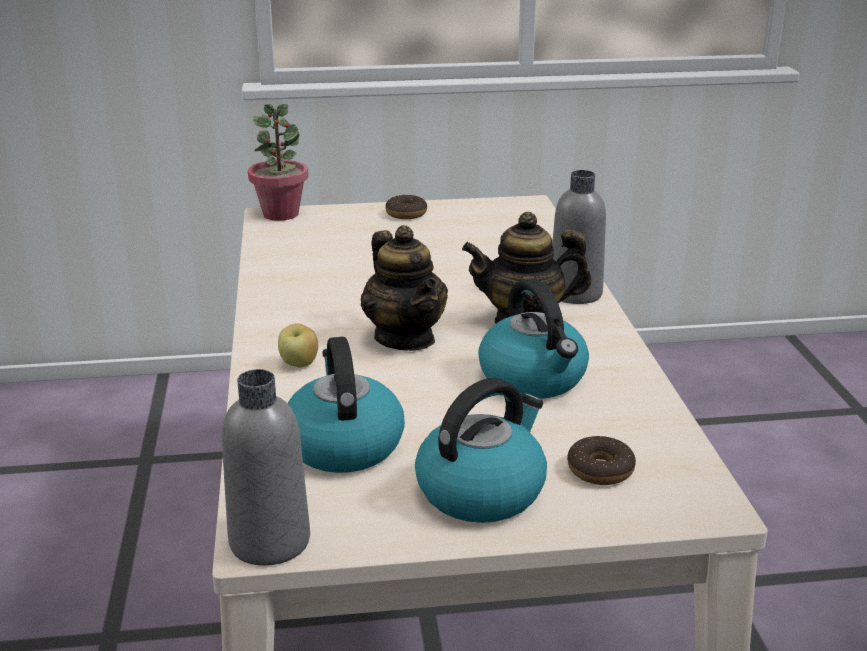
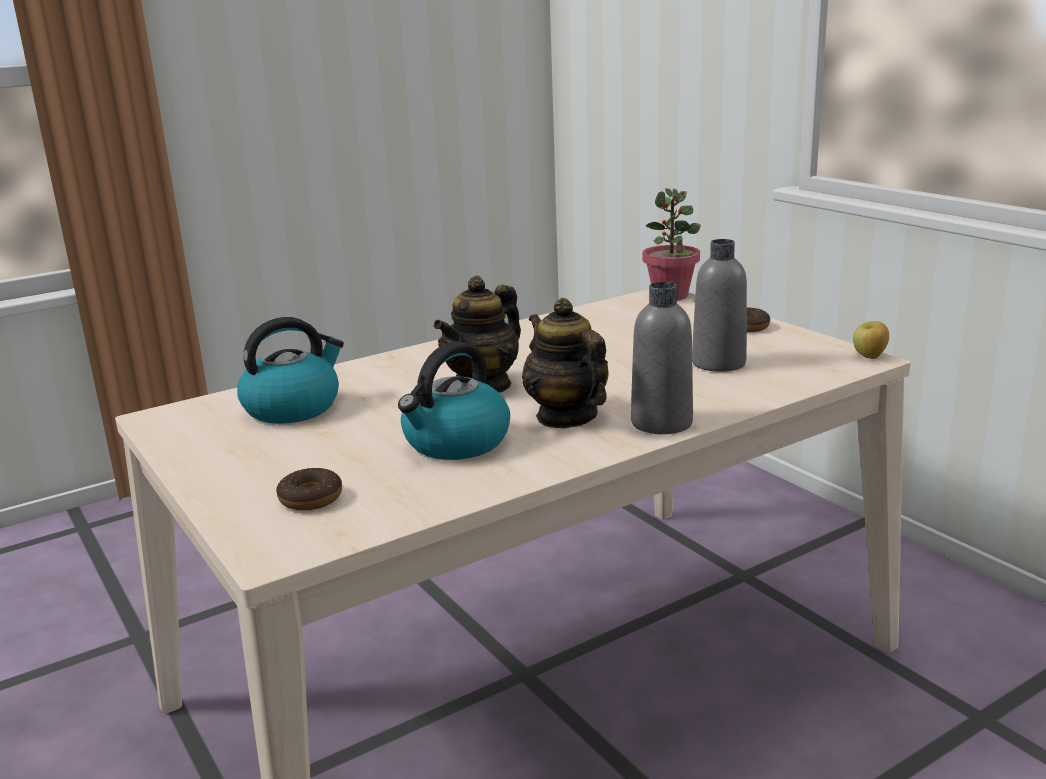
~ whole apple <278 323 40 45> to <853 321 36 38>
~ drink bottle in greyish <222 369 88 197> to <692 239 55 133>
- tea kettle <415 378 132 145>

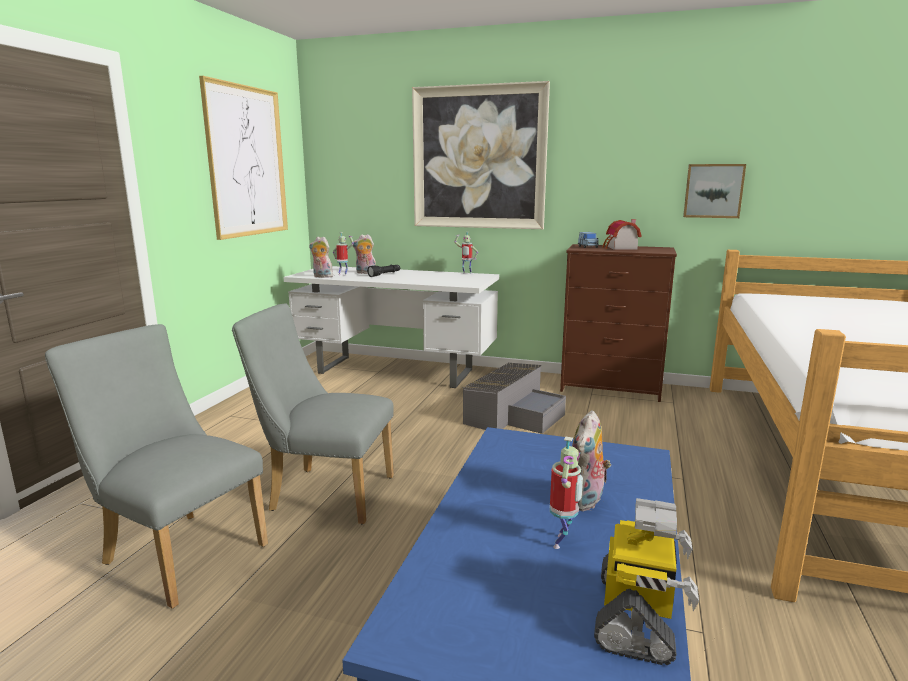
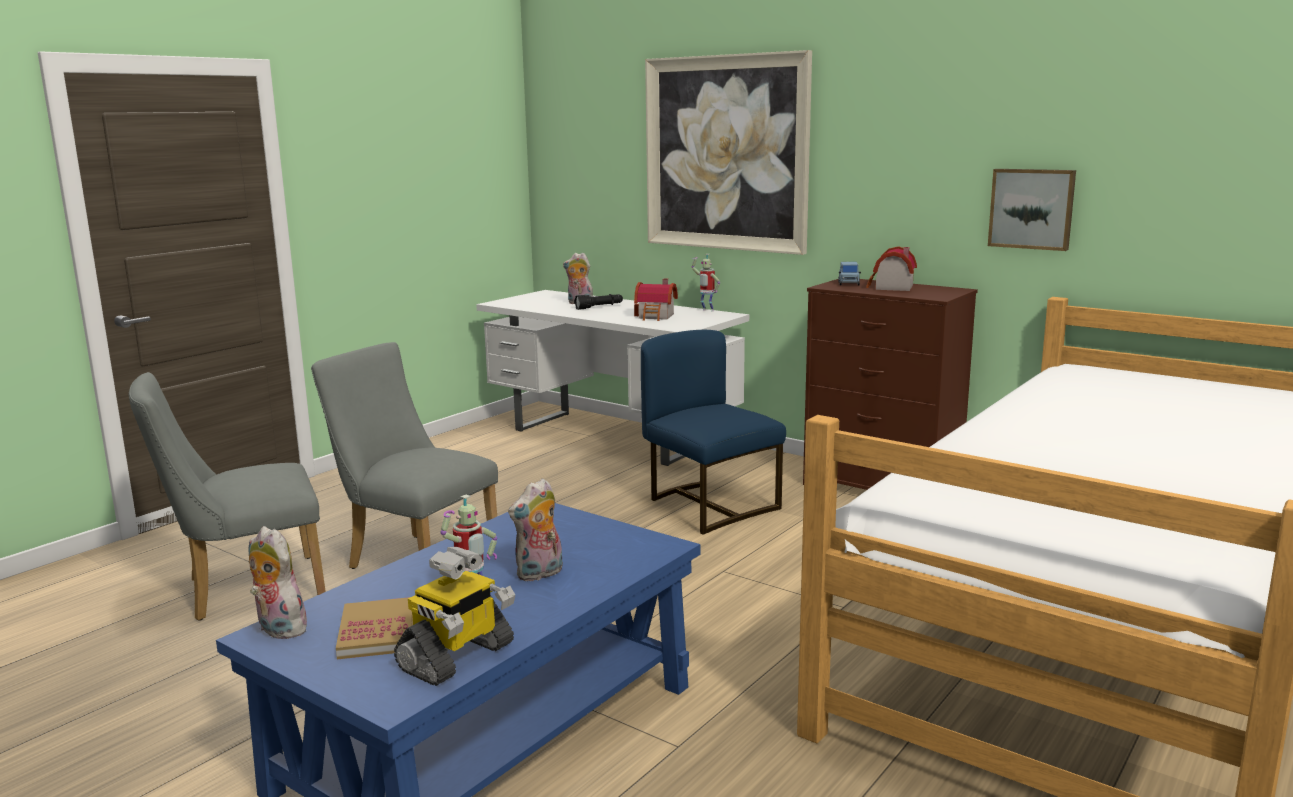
- wall picture <199 76 89 164>
- toy robot <333 233 21 43>
~ plush toy <309 237 24 41> to <249 526 60 113>
~ chair in greyish <45 324 223 285> = <129 372 197 249> 75 degrees counterclockwise
~ storage bin in greyish <462 363 104 71> to chair in blue-coloured <641 330 145 205>
+ miniature house <634 278 44 43>
+ book <336 597 77 62>

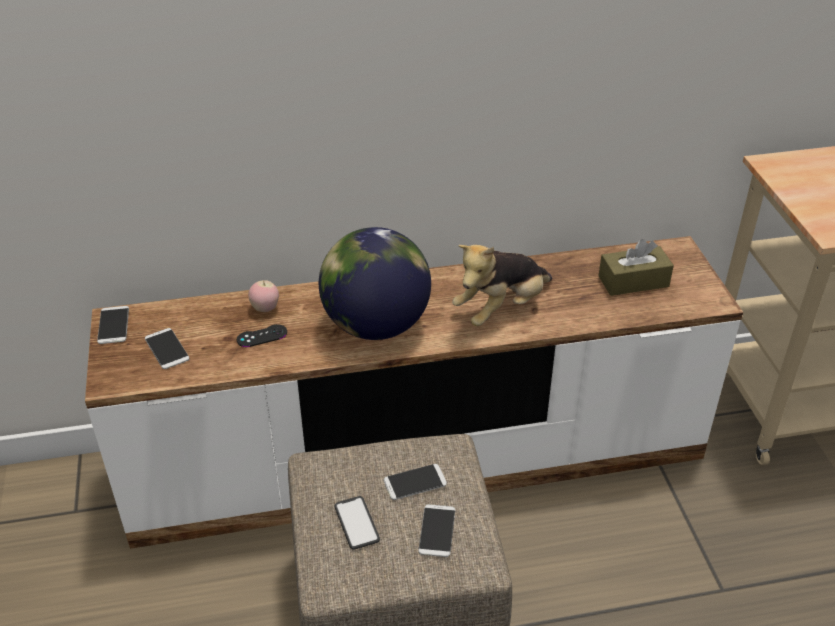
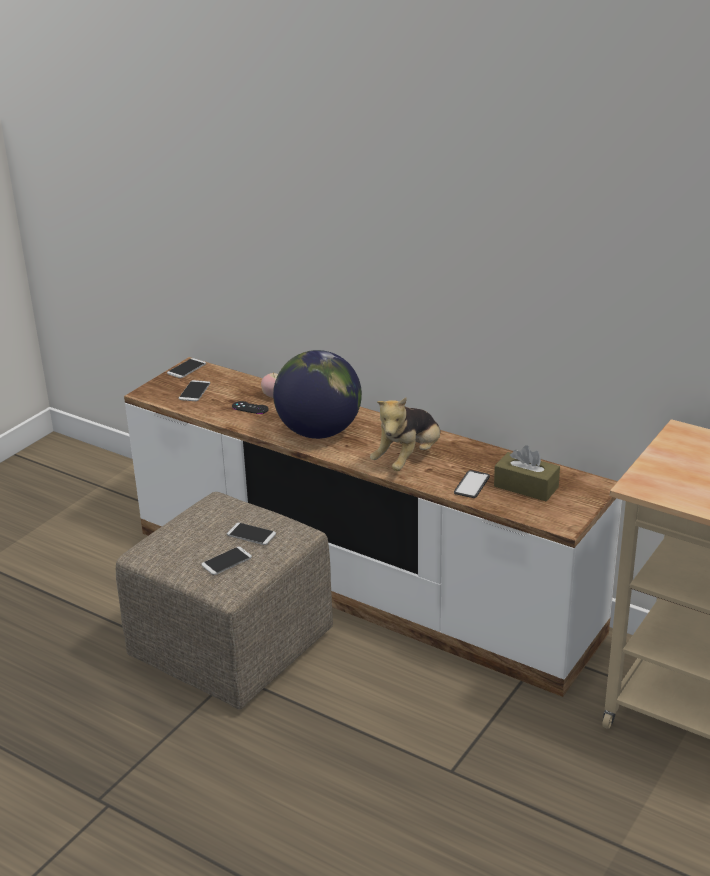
~ plush toy <452 245 100 81> = <370 398 71 73> 60 degrees counterclockwise
~ handset <335 496 45 54> to <454 470 36 28>

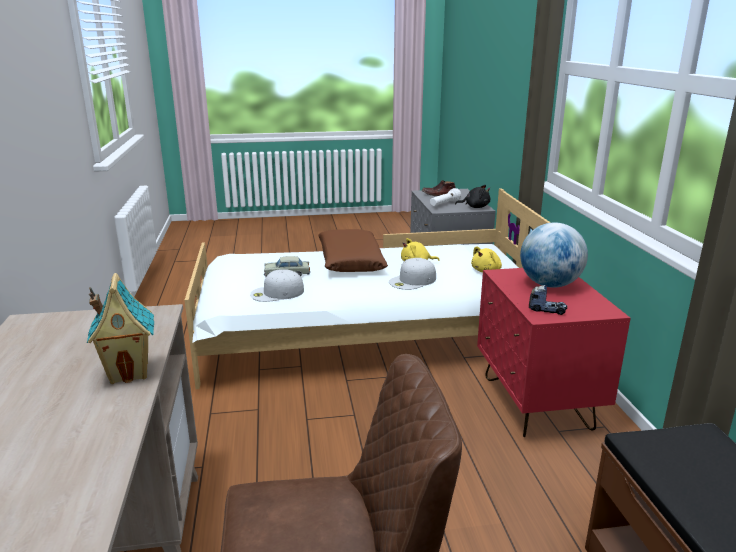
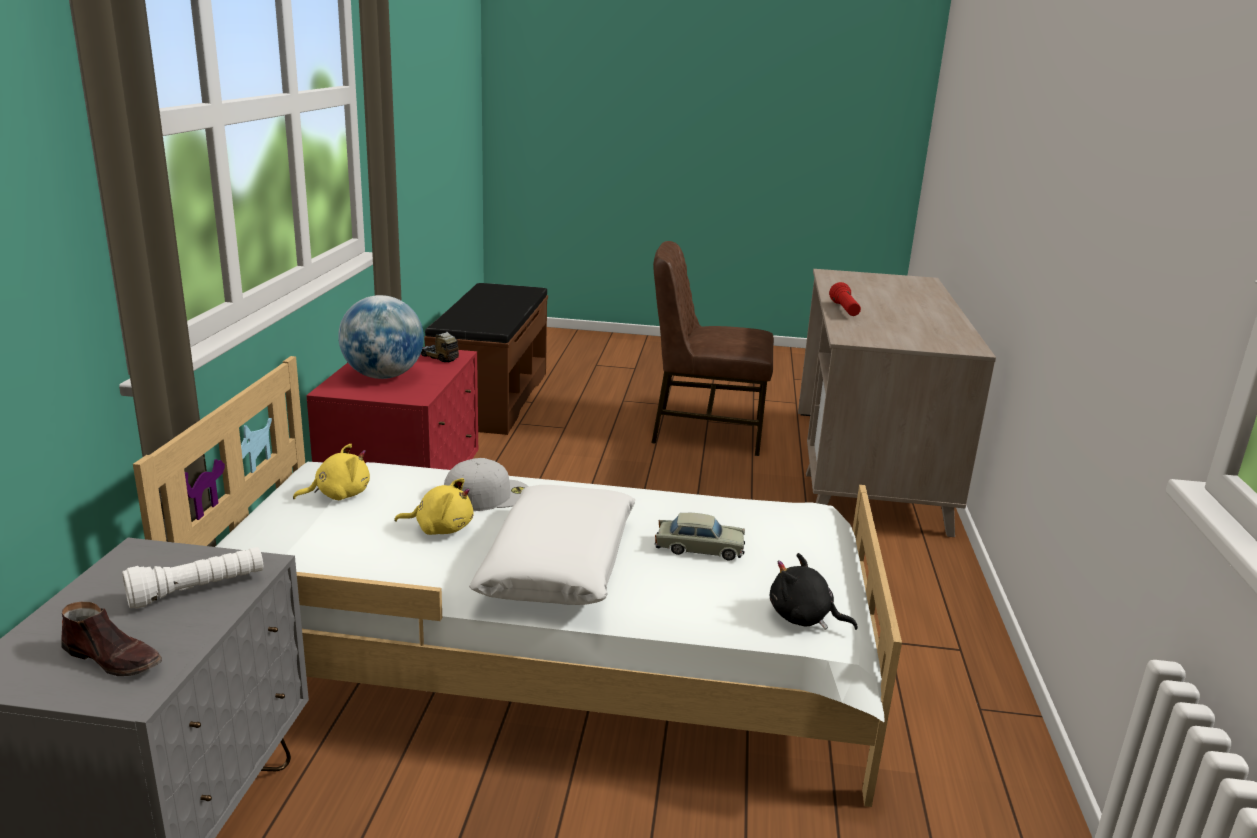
~ plush toy in black <455 185 35 23> to <770 553 88 77>
~ cushion in brown-coloured <318 229 70 43> to cushion in white-coloured <469 485 167 120>
- baseball cap in white-coloured <250 269 54 33>
~ miniature house <87 273 67 111> to flashlight in red-coloured <829 282 32 34>

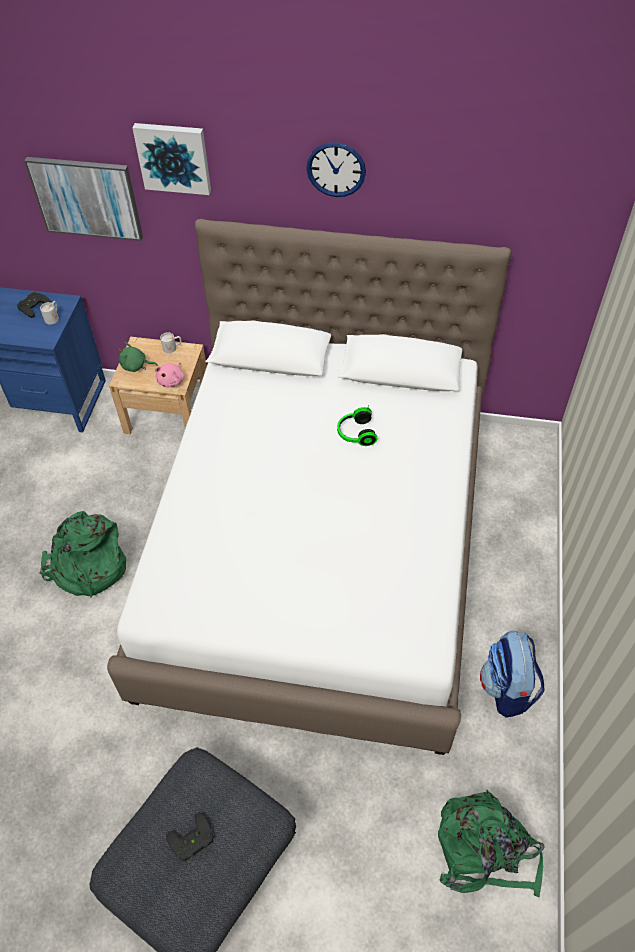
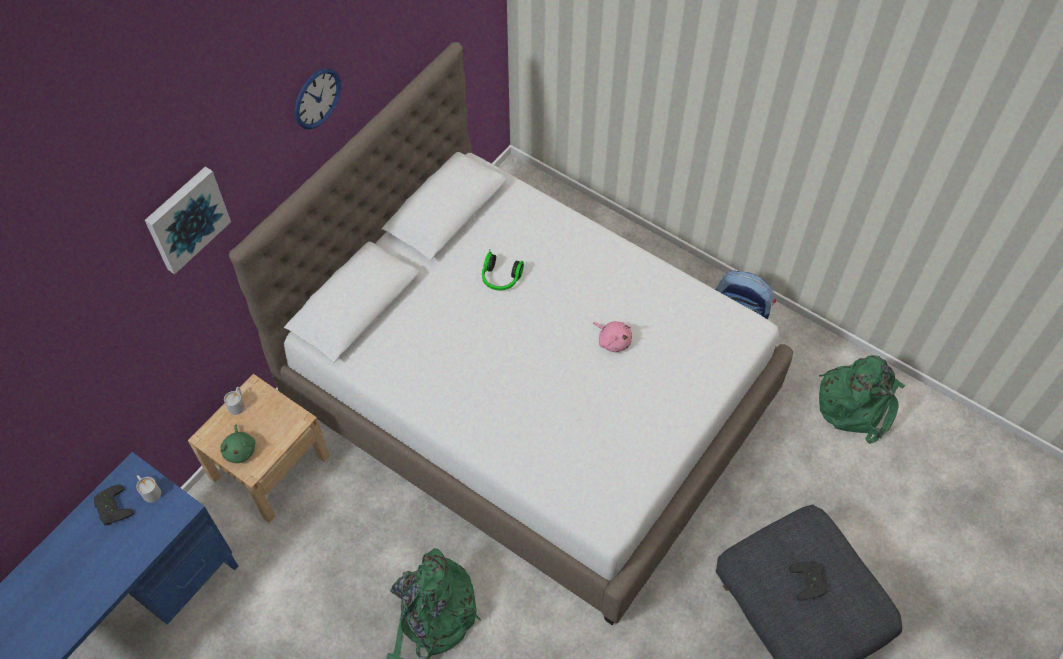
- wall picture <24 157 119 84>
~ plush toy in greenish <118 342 39 30> = <220 424 35 39> 45 degrees counterclockwise
~ plush toy in pink-coloured <155 362 30 26> to <593 321 39 32>

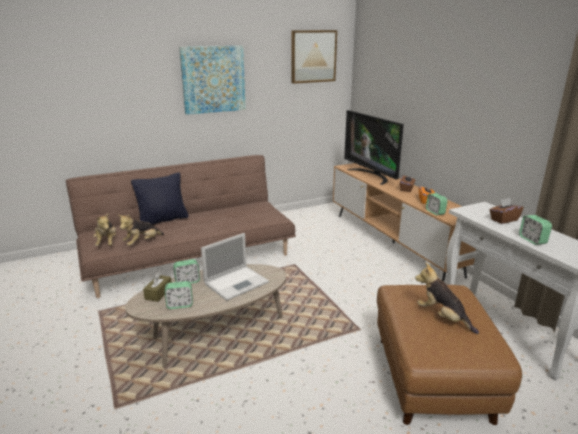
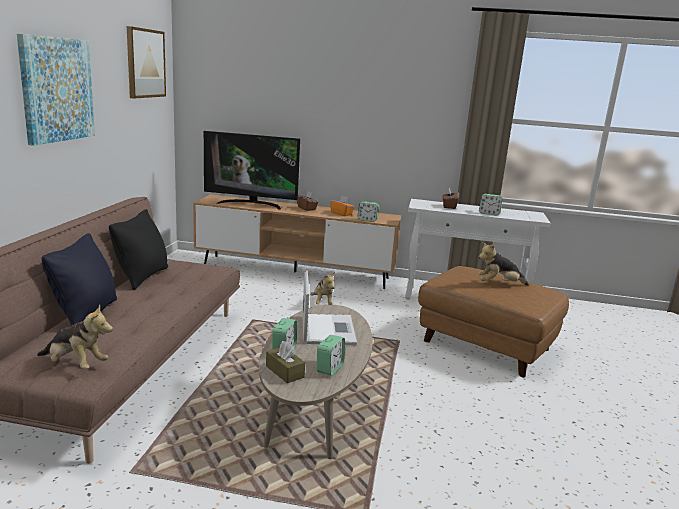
~ plush toy <118 214 46 32> to <310 272 25 33>
+ cushion in black <109 209 59 81>

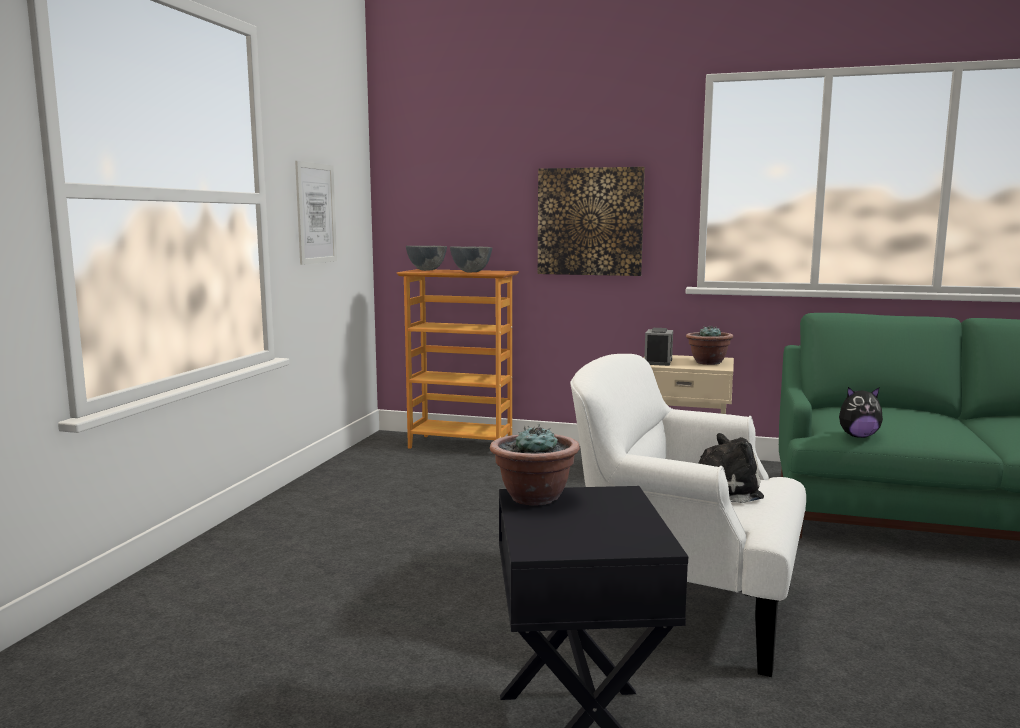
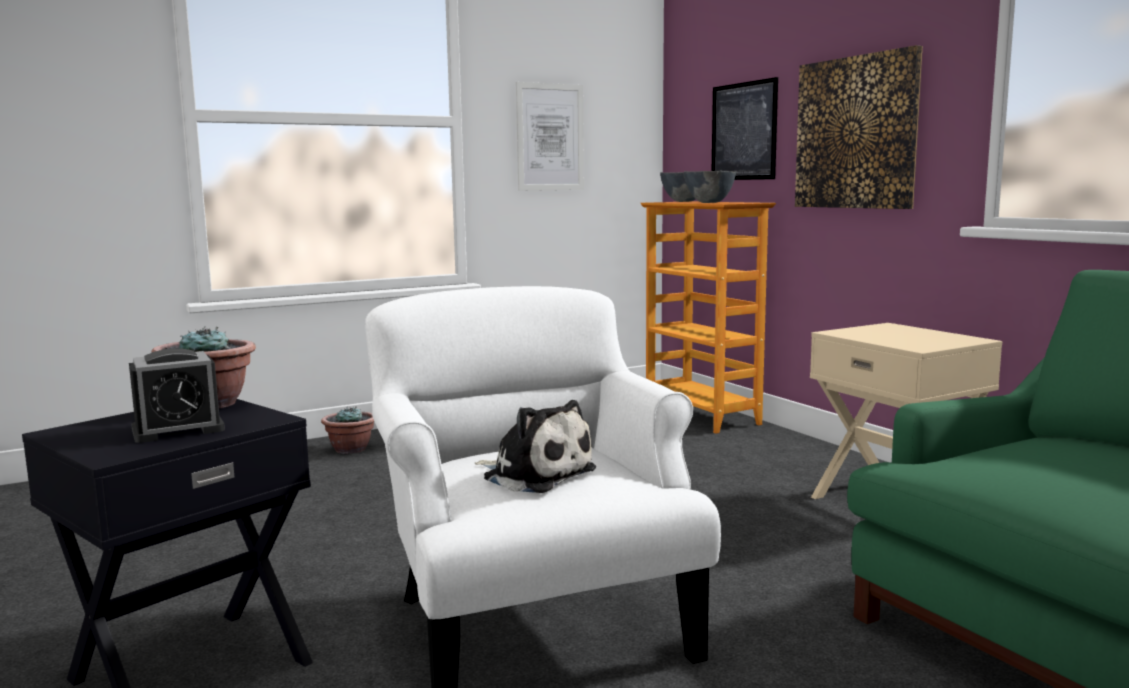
~ houseplant <686 326 47 39> to <321 406 53 48>
~ bedside clock <644 328 29 38> to <129 348 96 95>
- plush toy <839 387 44 51>
+ wall picture <712 77 66 103>

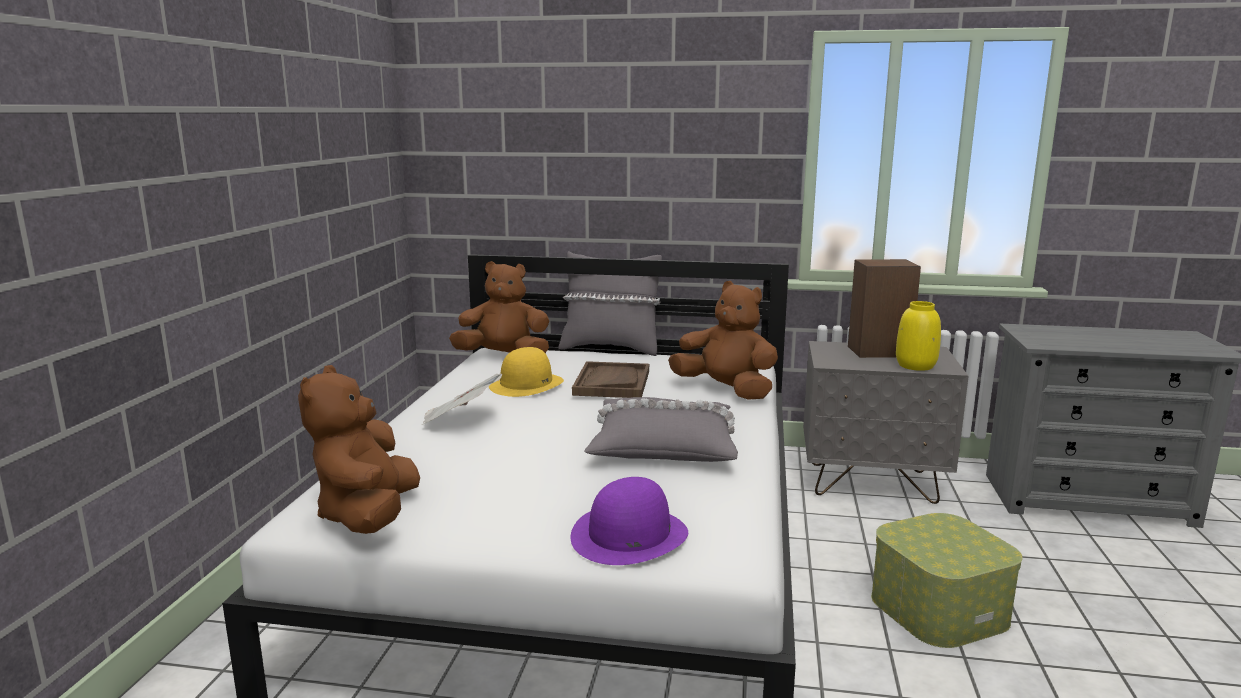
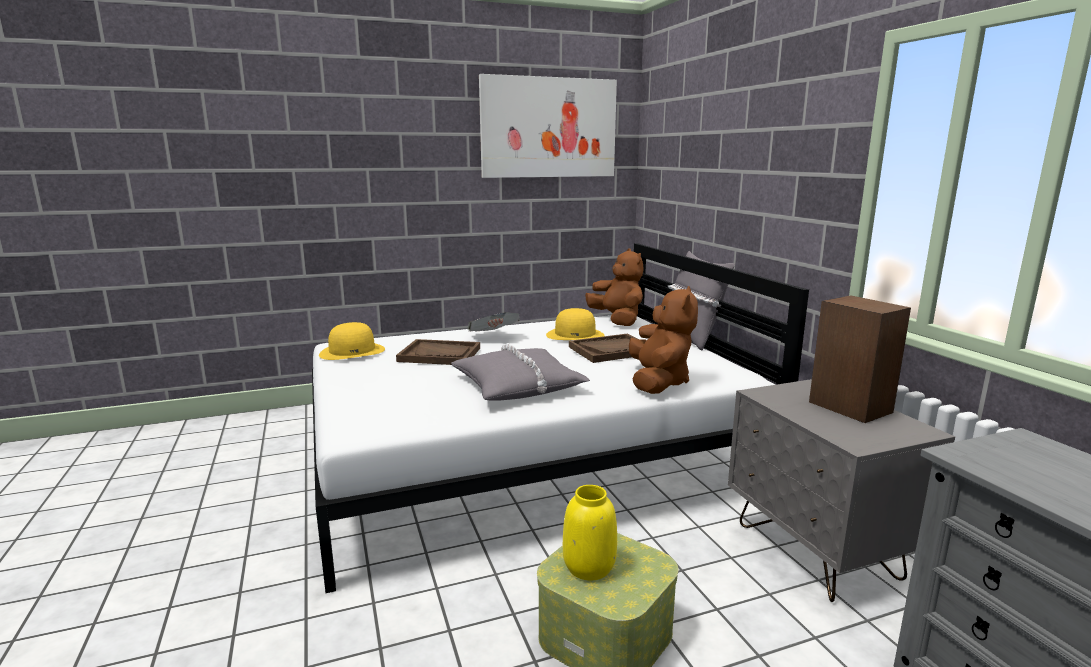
~ vase in yellow-coloured <896 301 45 70> to <563 485 54 96>
~ plush toy in brown-coloured <298 365 122 169> to hat in yellow-coloured <319 322 66 38>
- hat in purple-coloured <571 477 117 88>
+ wall picture <479 74 138 104>
+ carrying tray in brown-coloured <396 339 84 26>

